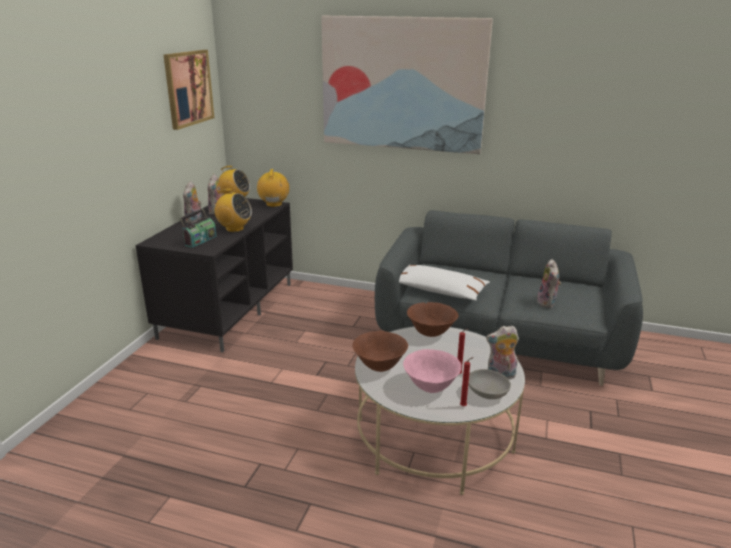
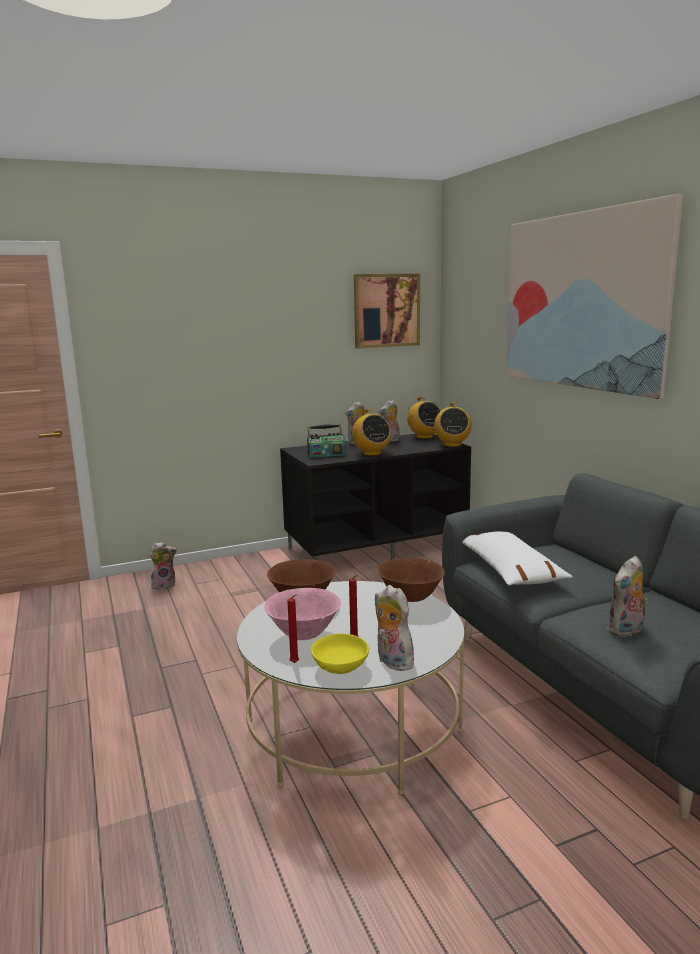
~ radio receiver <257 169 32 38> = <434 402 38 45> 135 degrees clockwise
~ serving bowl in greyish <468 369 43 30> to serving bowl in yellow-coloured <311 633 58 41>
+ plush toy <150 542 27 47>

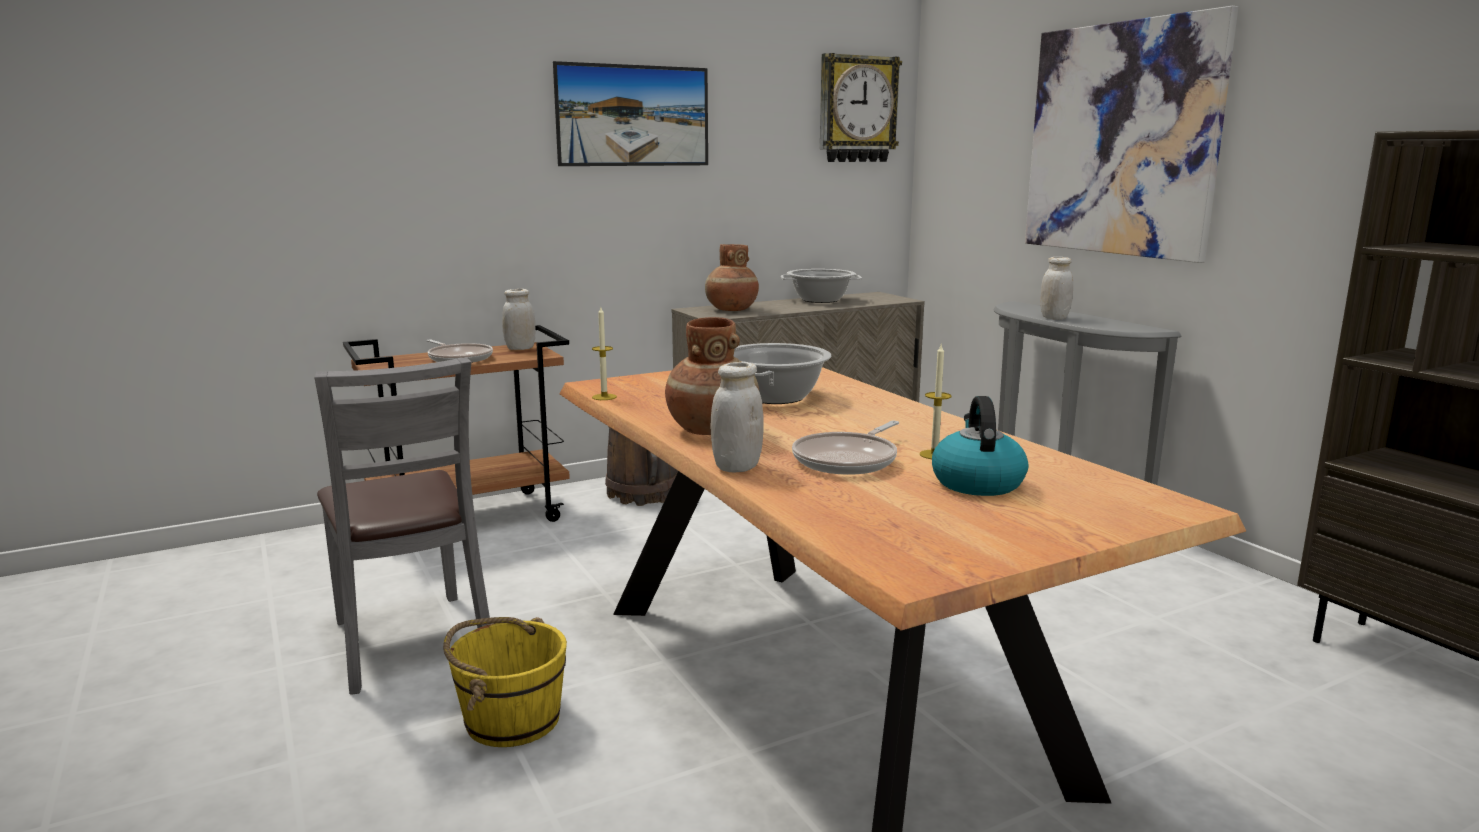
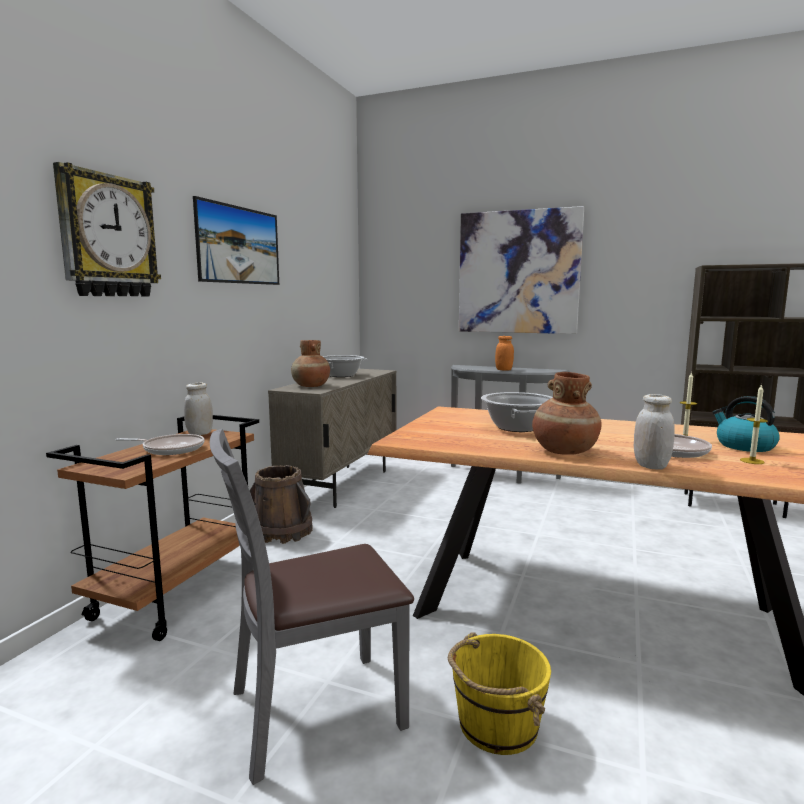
~ hanging clock <820 53 82 109> to <53 162 108 134>
~ storage jar in white-coloured <1040 257 33 63> to storage jar in orange-coloured <495 336 19 35>
~ wax light <592 307 25 93> to <740 384 28 80>
~ chair in greyish <314 357 176 338> = <210 429 204 356> 135 degrees clockwise

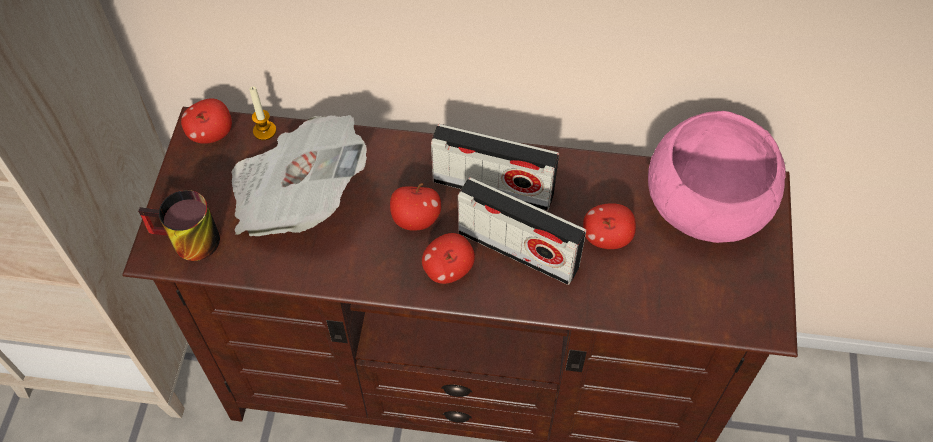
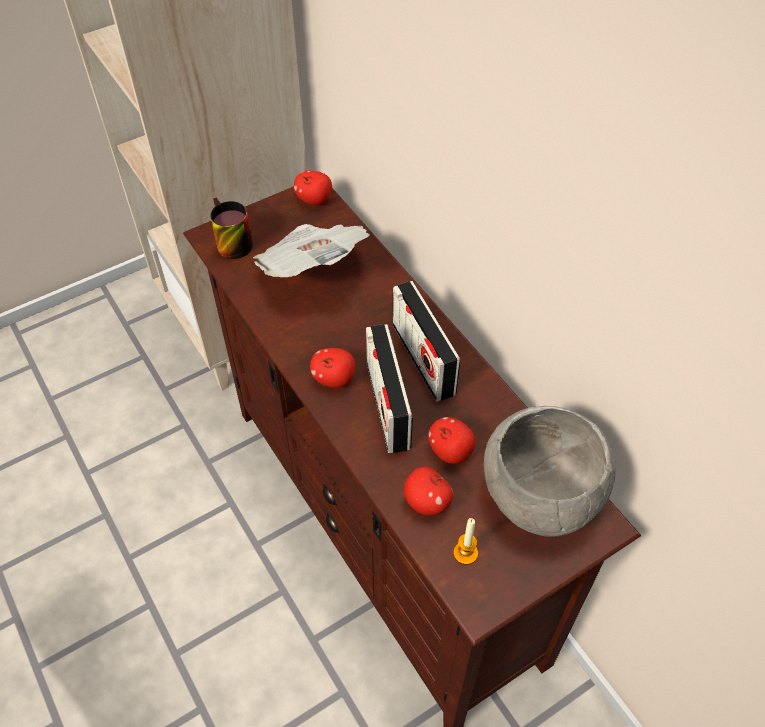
~ wax light <249 86 27 54> to <453 518 25 47>
~ serving bowl in pink-coloured <648 111 138 132> to serving bowl in greyish <484 406 132 131>
~ whole apple <390 183 51 48> to <404 466 49 49>

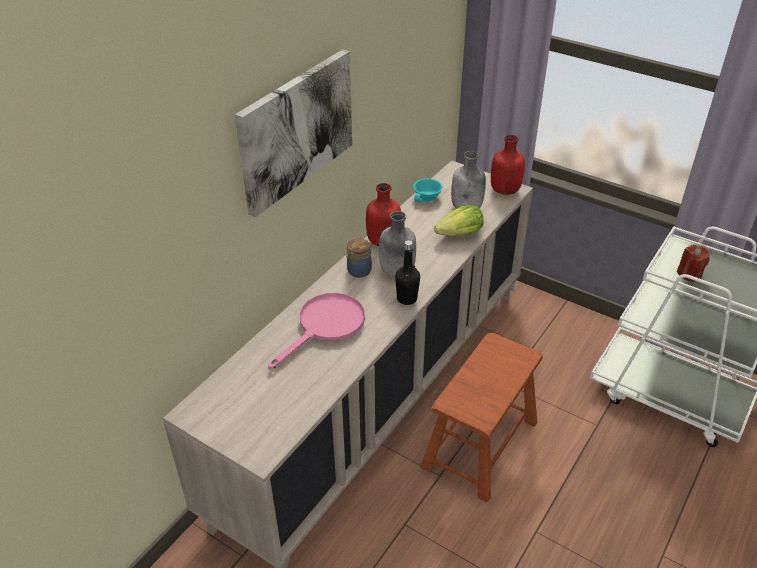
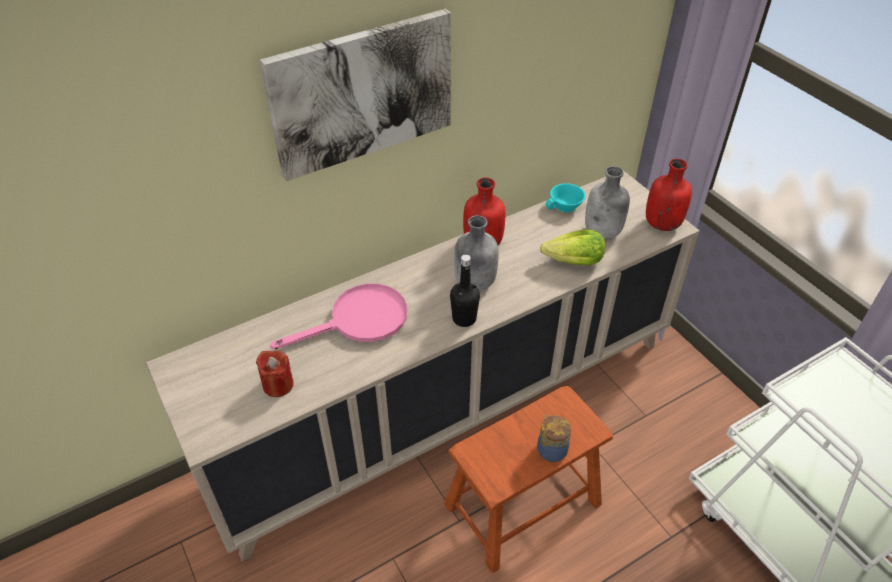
~ storage jar <346 238 26 40> to <537 415 34 47>
~ wax light in red-coloured <677 244 33 37> to <256 350 38 47>

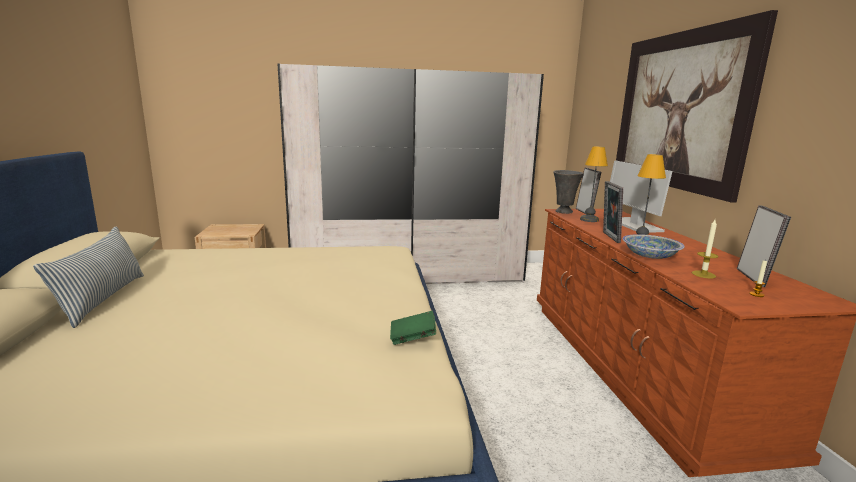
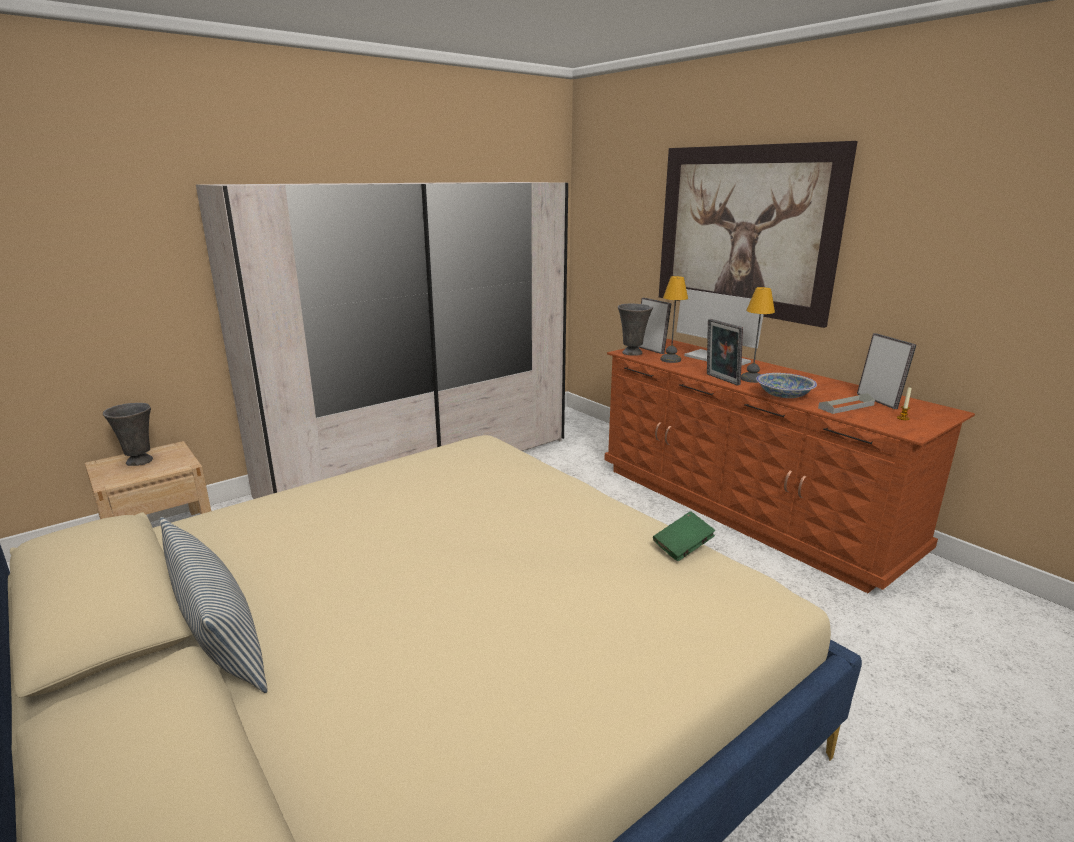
~ wax light <692 220 27 58> to carrying tray in greyish <818 393 57 21>
+ vase in greyish <103 403 50 63>

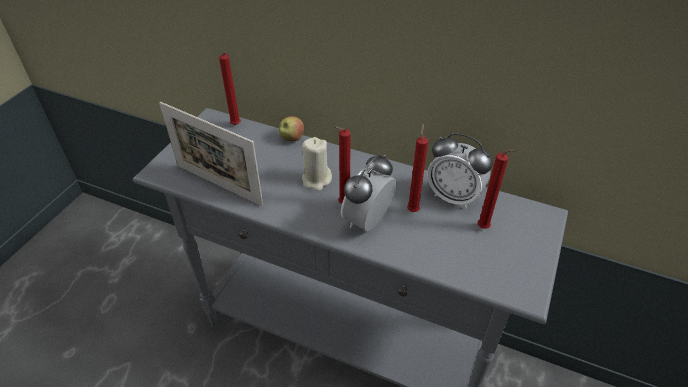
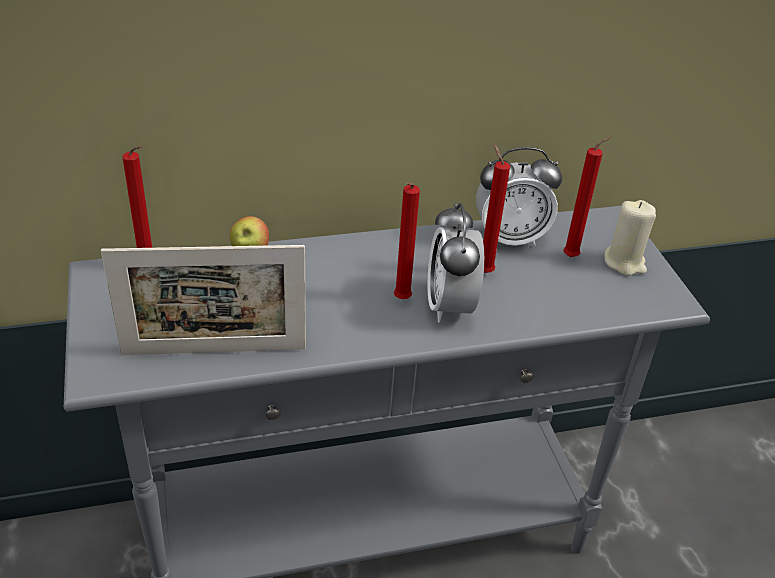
~ wax light in beige-coloured <302 137 30 54> to <605 200 51 76>

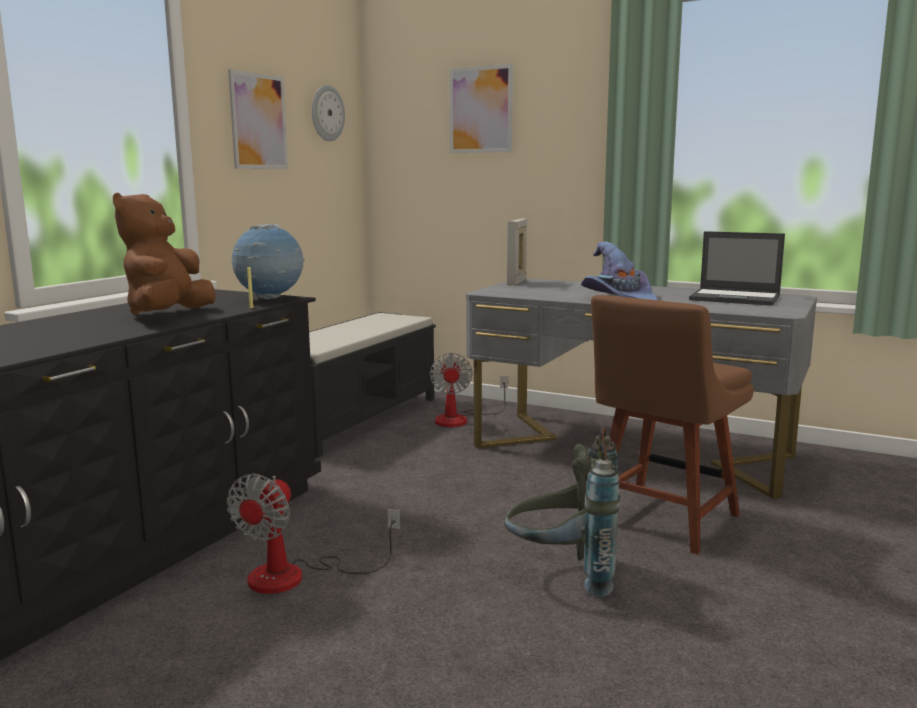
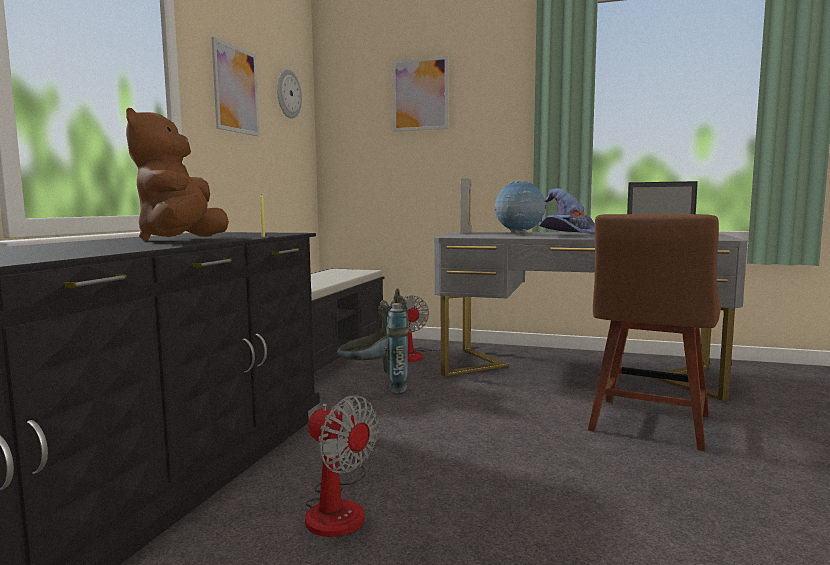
~ globe <232 224 72 75> to <495 180 50 54>
~ knapsack in greyish <504 426 116 171> to <337 288 71 105>
~ electric fan <227 473 174 121> = <305 396 74 141> 60 degrees counterclockwise

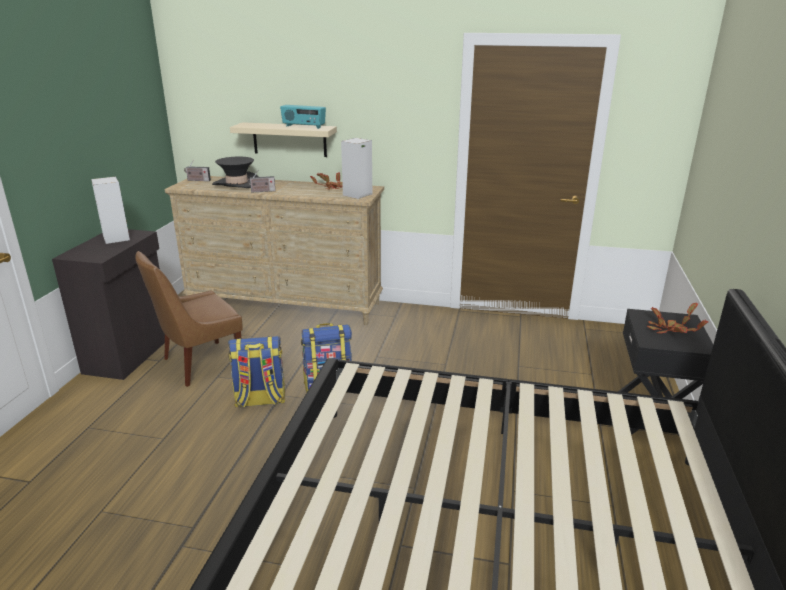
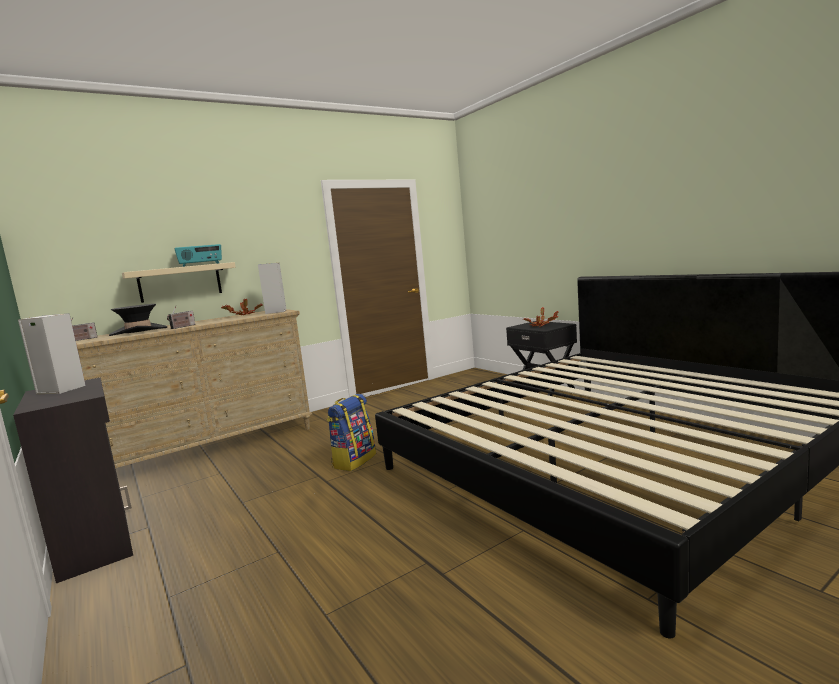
- chair in brown-coloured <135 251 108 136>
- knapsack <228 336 57 72>

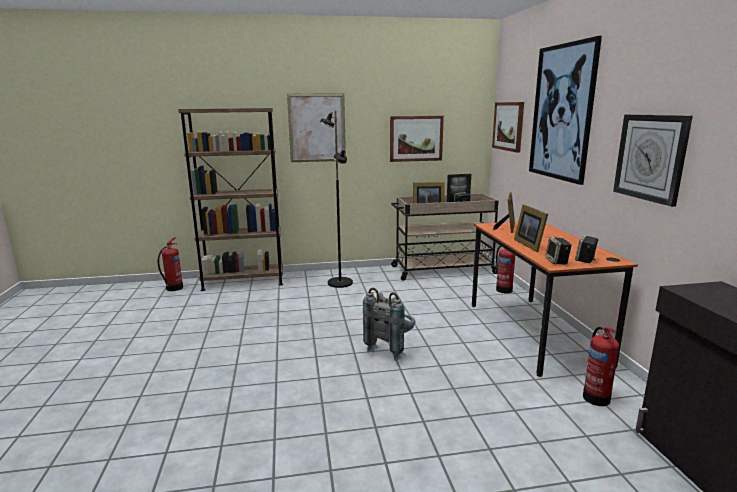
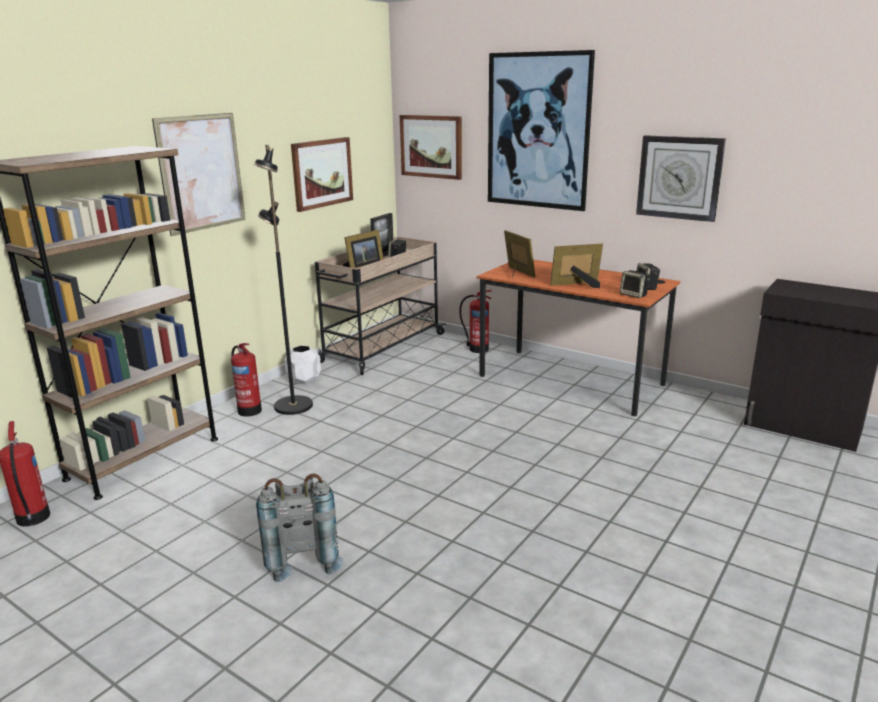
~ picture frame <514 204 34 48> = <550 244 53 44> 135 degrees clockwise
~ knapsack in greyish <363 288 52 73> to <256 473 87 109>
~ fire extinguisher <583 327 36 79> to <231 343 31 74>
+ planter in white-coloured <284 346 37 38>

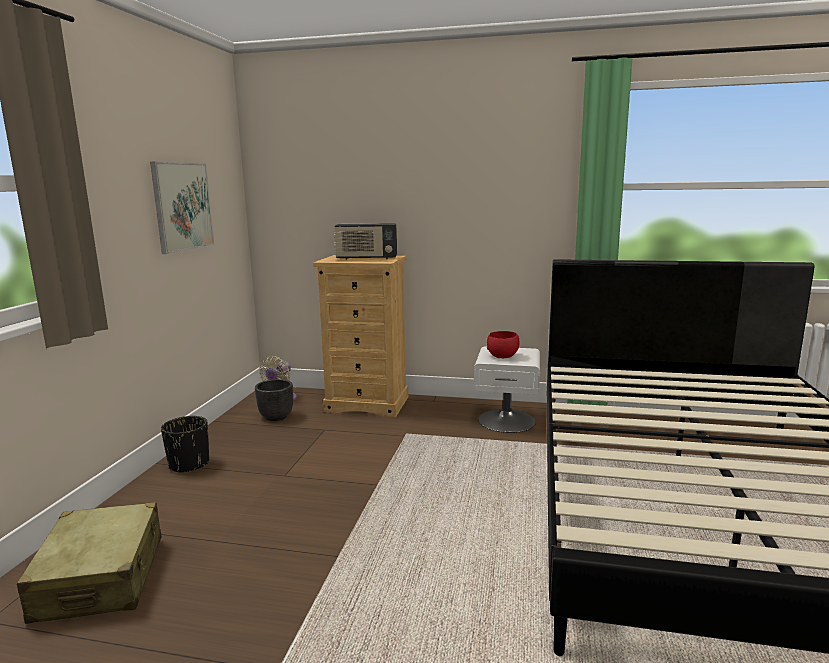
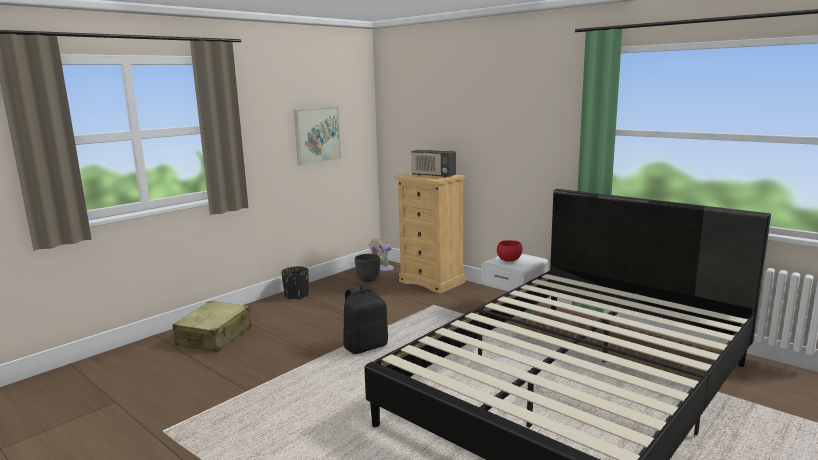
+ knapsack in black <343 285 45 69>

